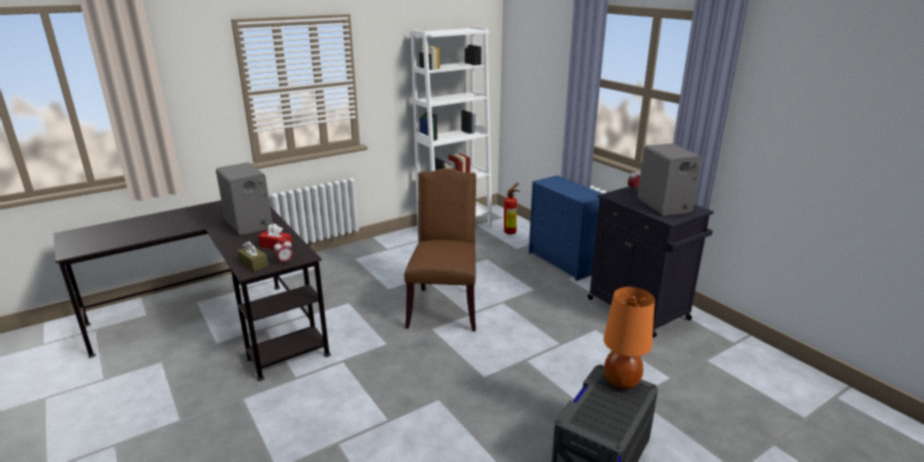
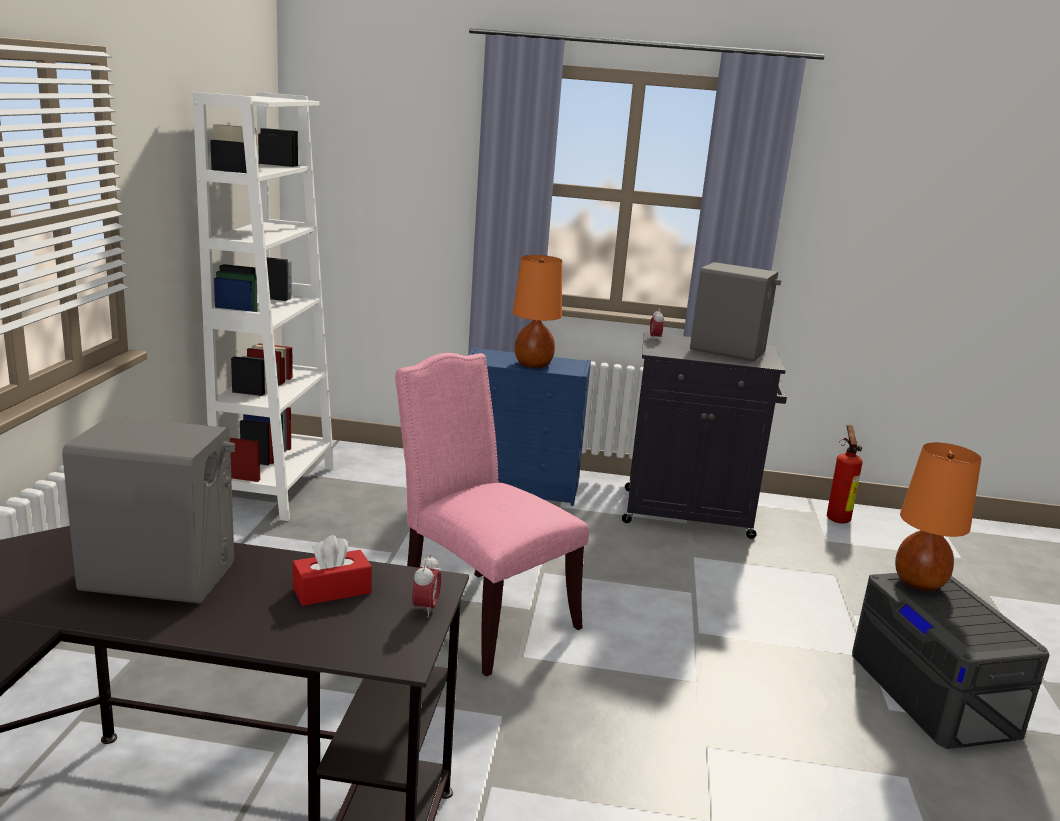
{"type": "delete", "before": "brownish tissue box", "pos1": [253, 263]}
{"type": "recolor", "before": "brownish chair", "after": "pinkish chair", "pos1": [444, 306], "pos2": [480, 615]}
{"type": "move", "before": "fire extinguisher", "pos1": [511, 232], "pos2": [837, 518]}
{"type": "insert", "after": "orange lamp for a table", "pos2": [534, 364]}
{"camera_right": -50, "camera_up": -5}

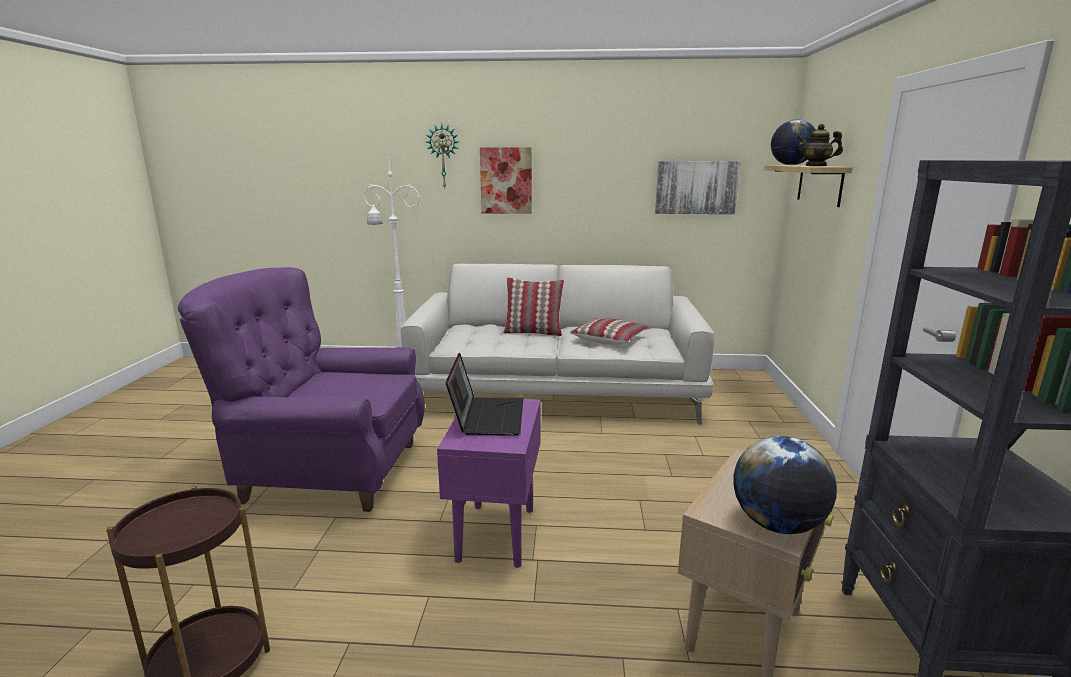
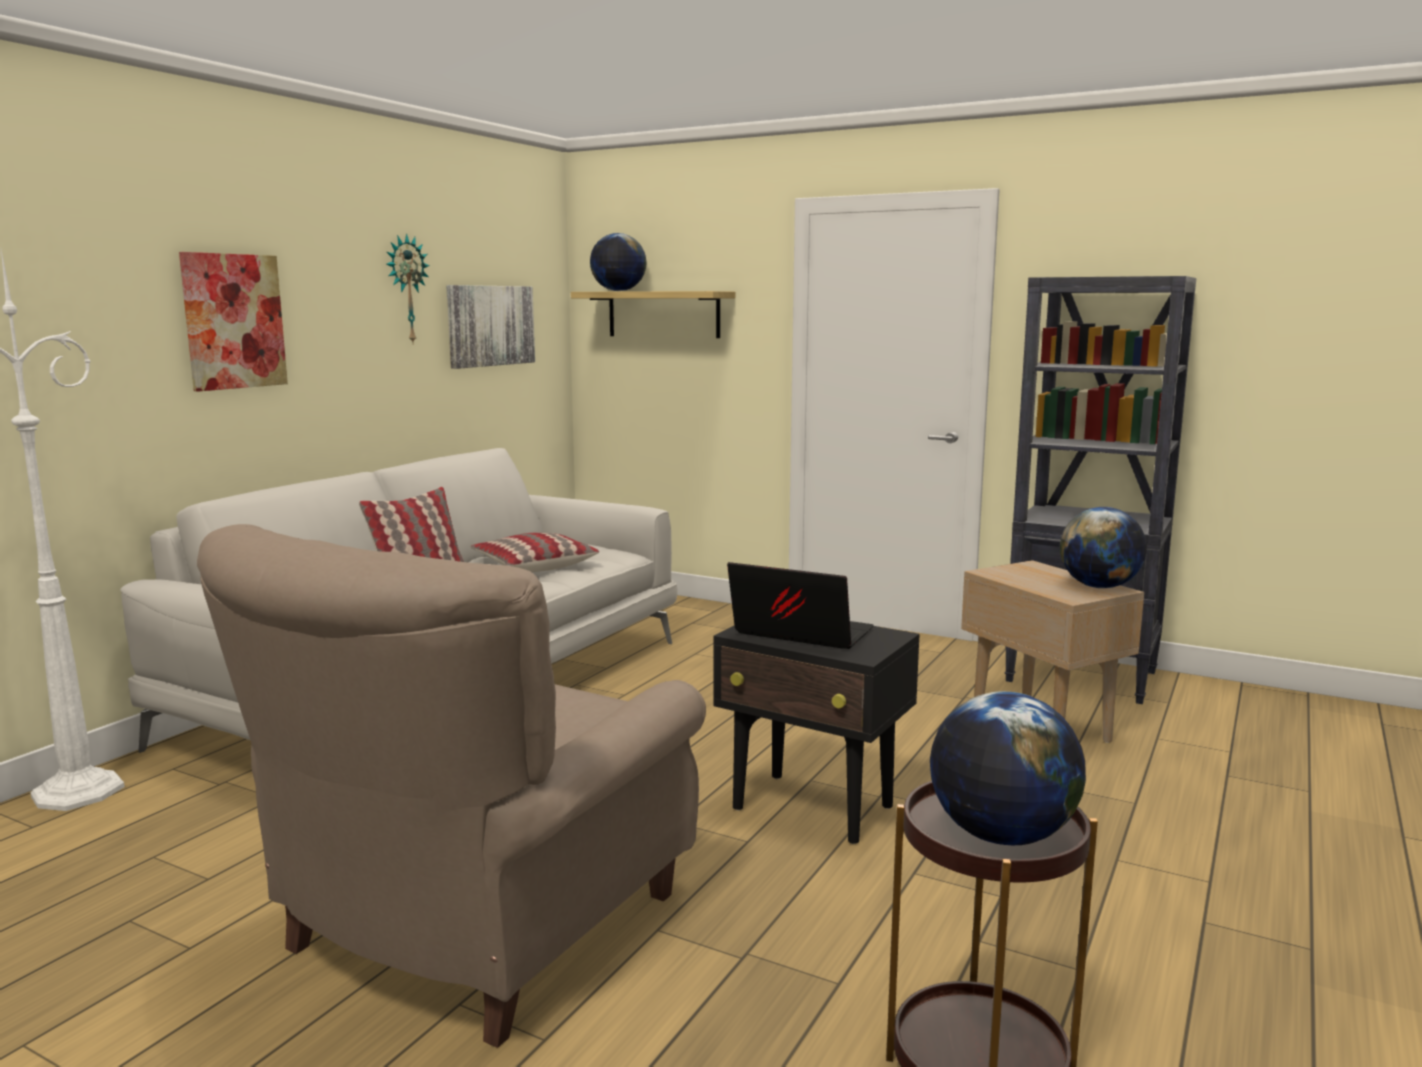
{"type": "recolor", "before": "purple-coloured armchair", "after": "beige armchair", "pos1": [325, 471], "pos2": [474, 929]}
{"type": "move", "before": "clock on the wall", "pos1": [443, 156], "pos2": [406, 289]}
{"type": "recolor", "before": "purple-coloured accent table", "after": "blackish accent table", "pos1": [495, 535], "pos2": [814, 808]}
{"type": "delete", "before": "pot for tea", "pos1": [816, 166]}
{"type": "insert", "after": "globe", "pos2": [1001, 835]}
{"camera_right": -65, "camera_up": -5}

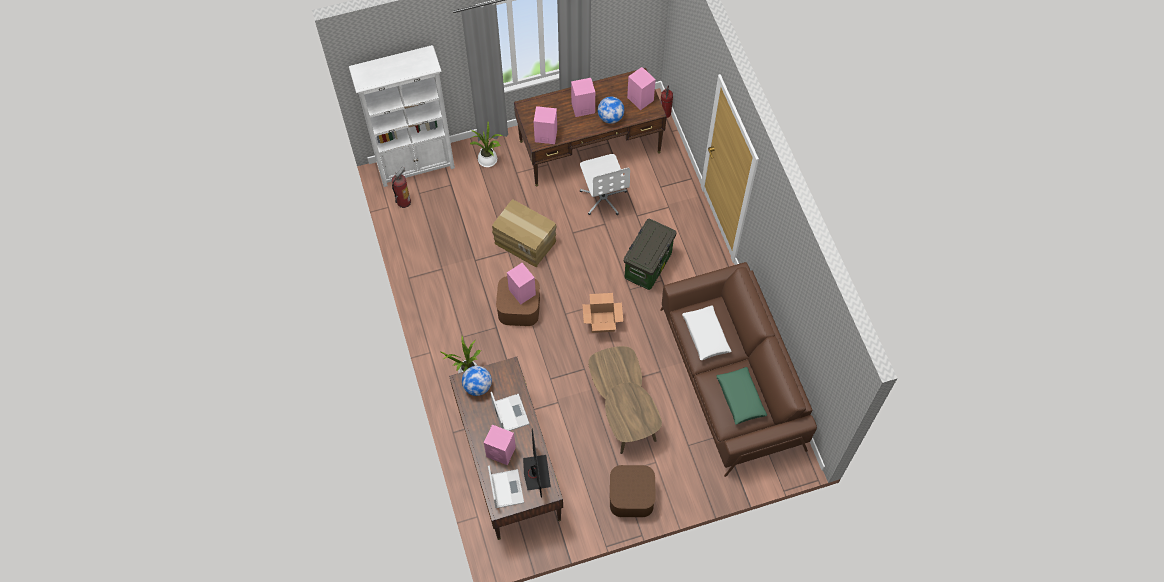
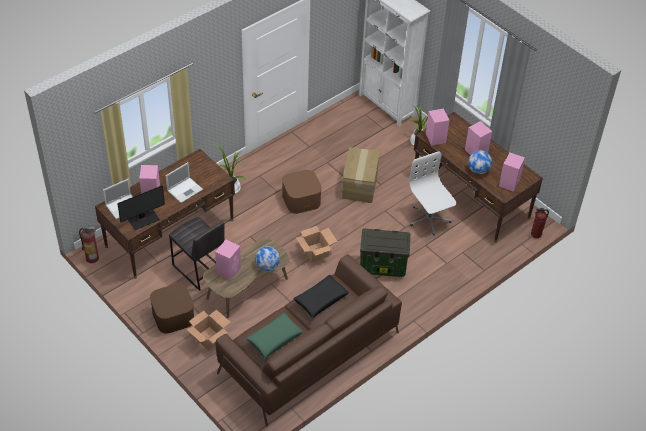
{"type": "move", "before": "fire extinguisher", "pos1": [403, 201], "pos2": [92, 258]}
{"type": "move", "before": "globe", "pos1": [477, 386], "pos2": [267, 266]}
{"type": "move", "before": "pinkish speaker", "pos1": [521, 291], "pos2": [229, 270]}
{"type": "rotate", "before": "whitish desk chair", "pos1": [603, 197], "pos2": [429, 219], "turn": 105}
{"type": "recolor", "before": "whitish pillow", "after": "blackish pillow", "pos1": [705, 335], "pos2": [321, 299]}
{"type": "insert", "after": "gray stool", "pos2": [199, 269]}
{"type": "insert", "after": "cardboard box", "pos2": [208, 338]}
{"camera_right": 65, "camera_up": -15}

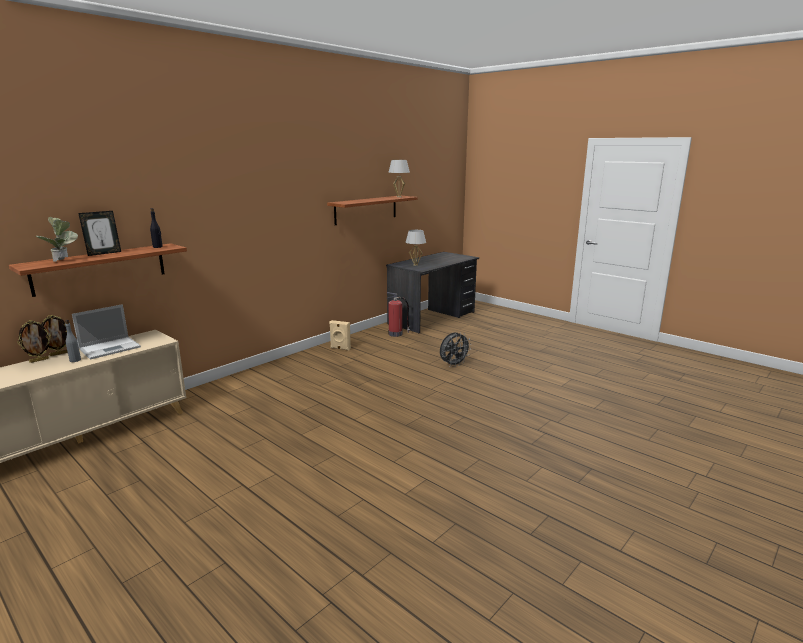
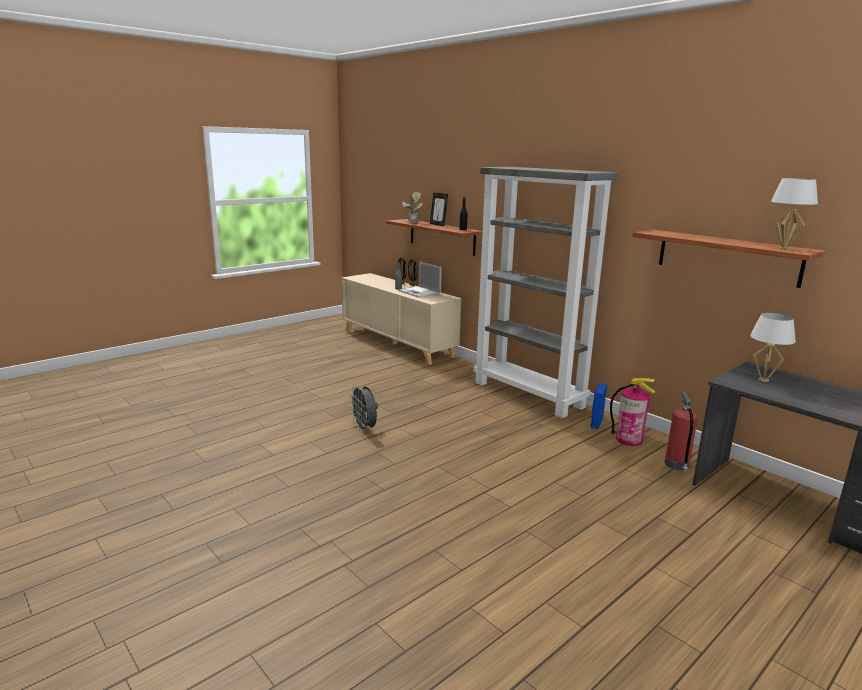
{"type": "recolor", "before": "beige speaker", "after": "blue-coloured speaker", "pos1": [340, 348], "pos2": [596, 423]}
{"type": "move", "before": "gray electric fan", "pos1": [453, 365], "pos2": [364, 428]}
{"type": "insert", "after": "gray bookcase", "pos2": [529, 394]}
{"type": "insert", "after": "fire extinguisher", "pos2": [629, 439]}
{"camera_right": 95, "camera_up": 0}

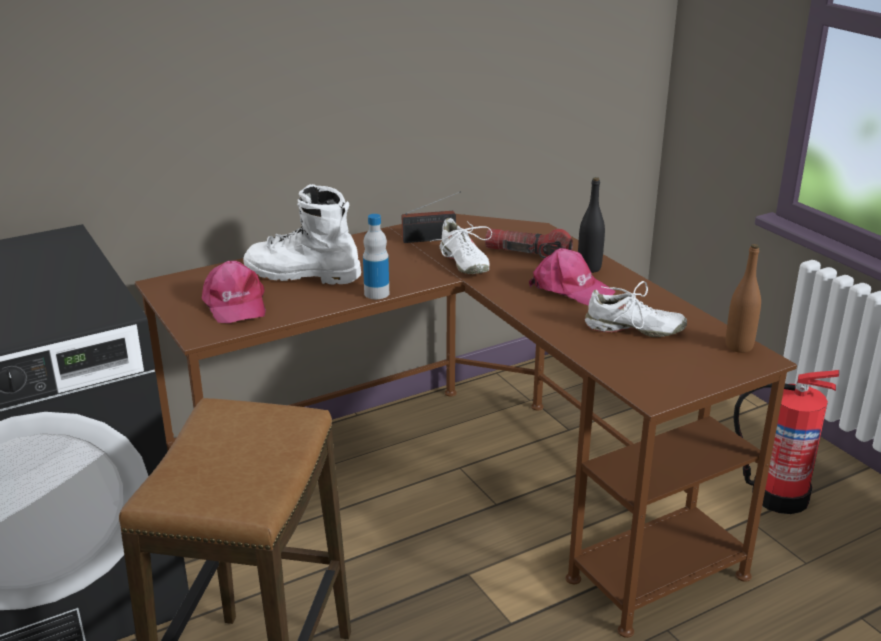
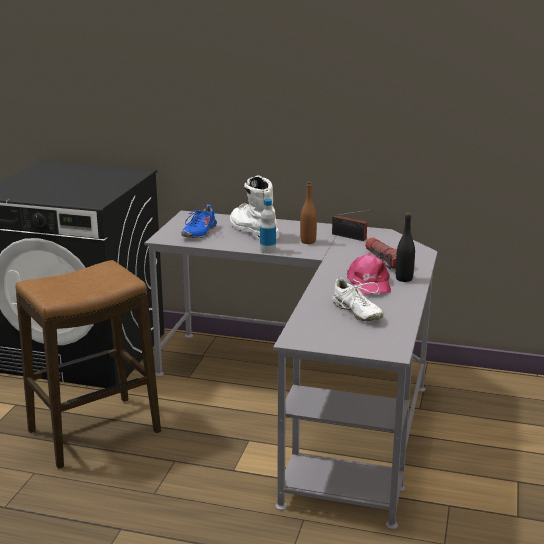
{"type": "recolor", "before": "brownish desk", "after": "gray desk", "pos1": [457, 483], "pos2": [310, 401]}
{"type": "replace", "before": "pinkish peaked cap", "after": "blue-coloured shoe", "pos1": [234, 304], "pos2": [199, 232]}
{"type": "delete", "before": "whitish shoe", "pos1": [463, 263]}
{"type": "move", "before": "brownish drink bottle", "pos1": [739, 346], "pos2": [308, 241]}
{"type": "delete", "before": "fire extinguisher", "pos1": [777, 495]}
{"camera_right": 45, "camera_up": -5}

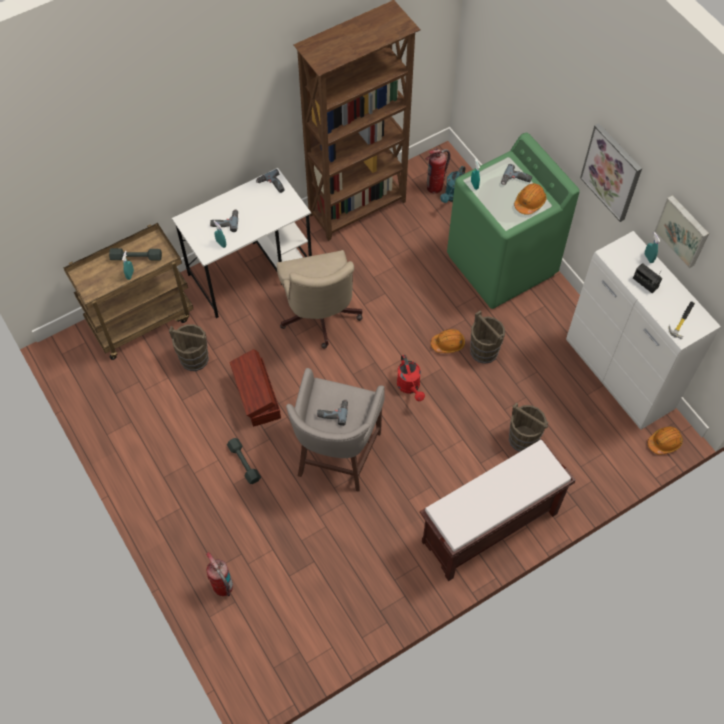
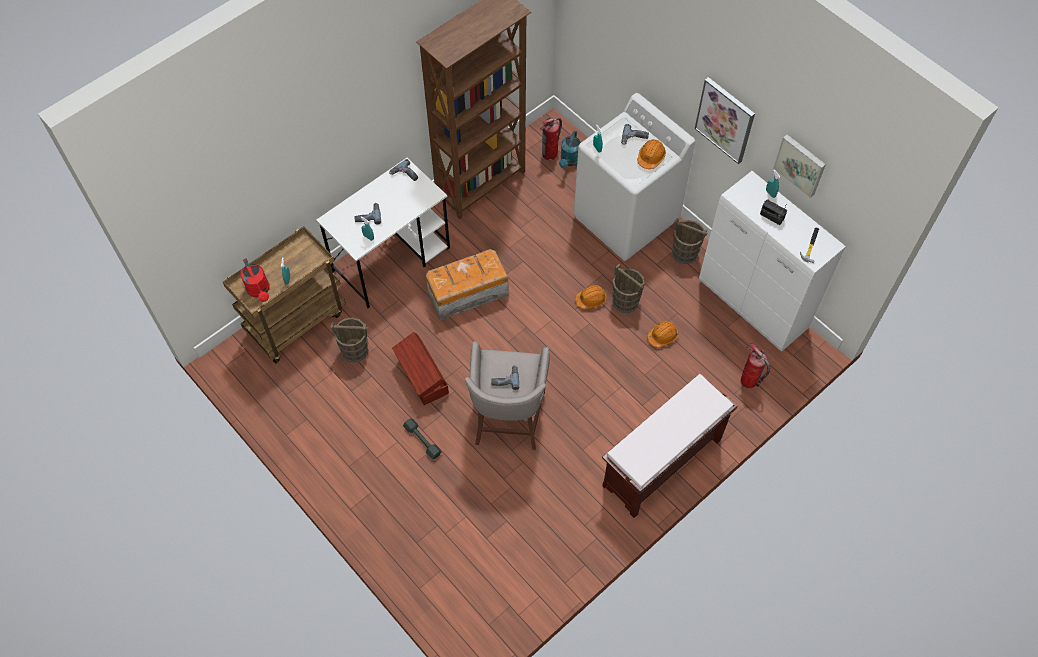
{"type": "delete", "before": "gray dumbbell", "pos1": [136, 257]}
{"type": "move", "before": "fire extinguisher", "pos1": [223, 587], "pos2": [748, 381]}
{"type": "replace", "before": "beige desk chair", "after": "storage container", "pos1": [320, 318], "pos2": [466, 293]}
{"type": "move", "before": "reddish sprinkling can", "pos1": [410, 387], "pos2": [259, 291]}
{"type": "recolor", "before": "green-coloured washing machine", "after": "whitish washing machine", "pos1": [501, 265], "pos2": [626, 218]}
{"type": "move", "before": "brownish bucket", "pos1": [523, 439], "pos2": [685, 253]}
{"type": "move", "before": "orange hard hat", "pos1": [664, 442], "pos2": [662, 336]}
{"camera_right": -10, "camera_up": 0}

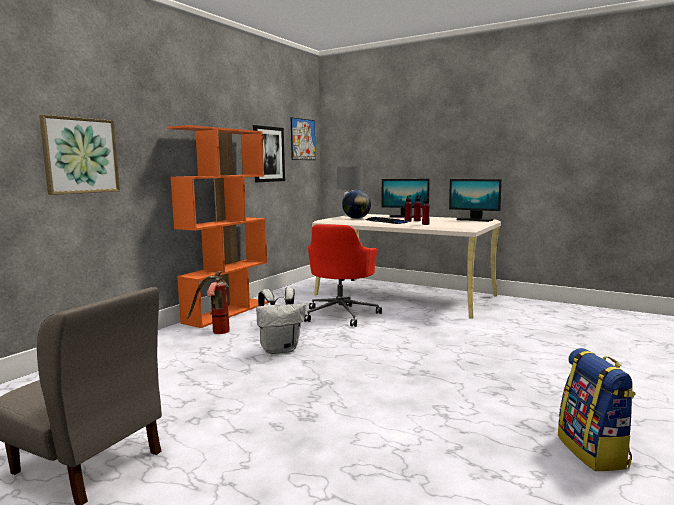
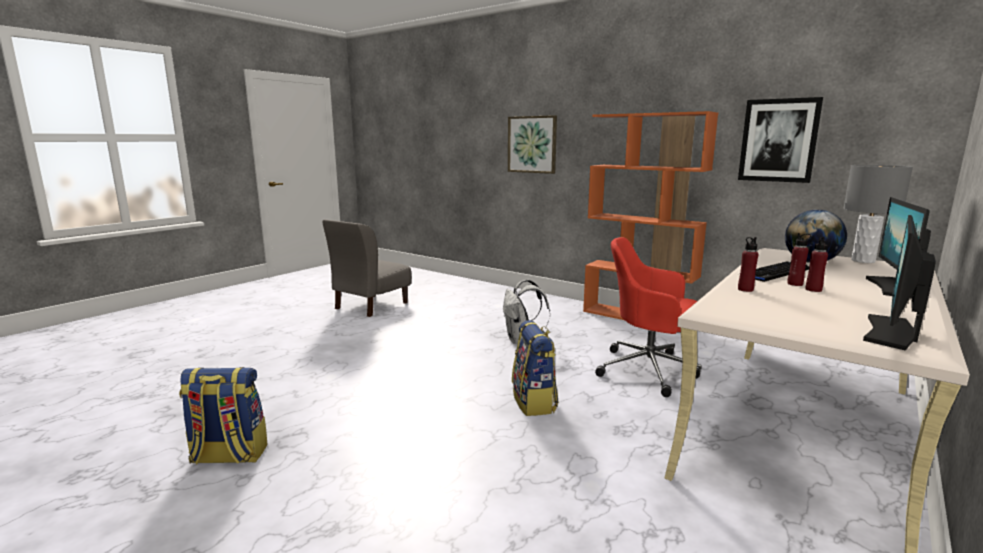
{"type": "delete", "before": "fire extinguisher", "pos1": [214, 332]}
{"type": "delete", "before": "picture", "pos1": [303, 139]}
{"type": "insert", "after": "rucksack", "pos2": [534, 402]}
{"camera_right": 95, "camera_up": 5}

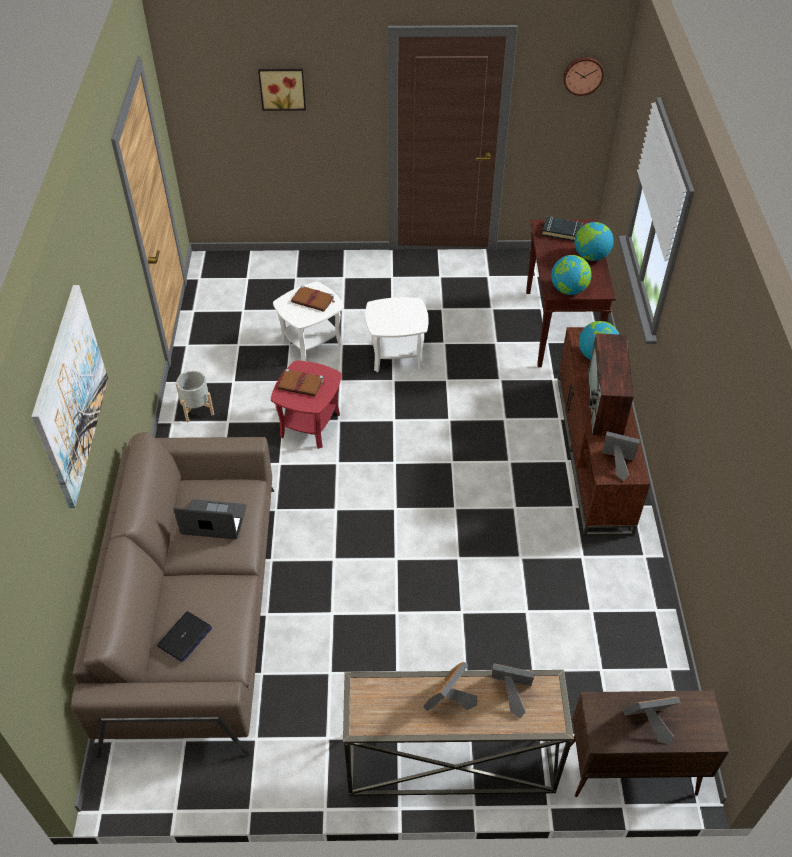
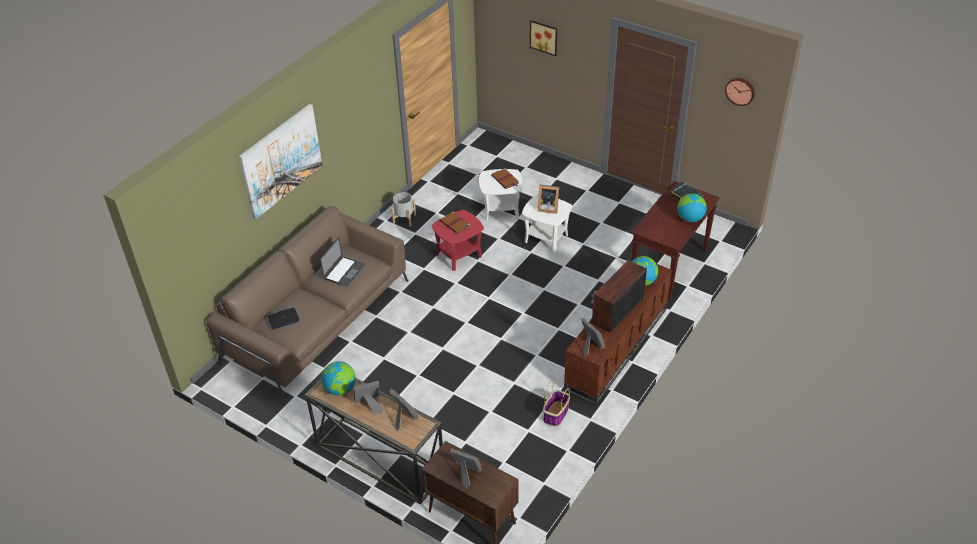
{"type": "rotate", "before": "notebook computer", "pos1": [213, 520], "pos2": [344, 271], "turn": 75}
{"type": "move", "before": "globe", "pos1": [568, 290], "pos2": [340, 389]}
{"type": "insert", "after": "standing frame", "pos2": [547, 207]}
{"type": "insert", "after": "storage basket", "pos2": [556, 414]}
{"camera_right": 35, "camera_up": -5}

